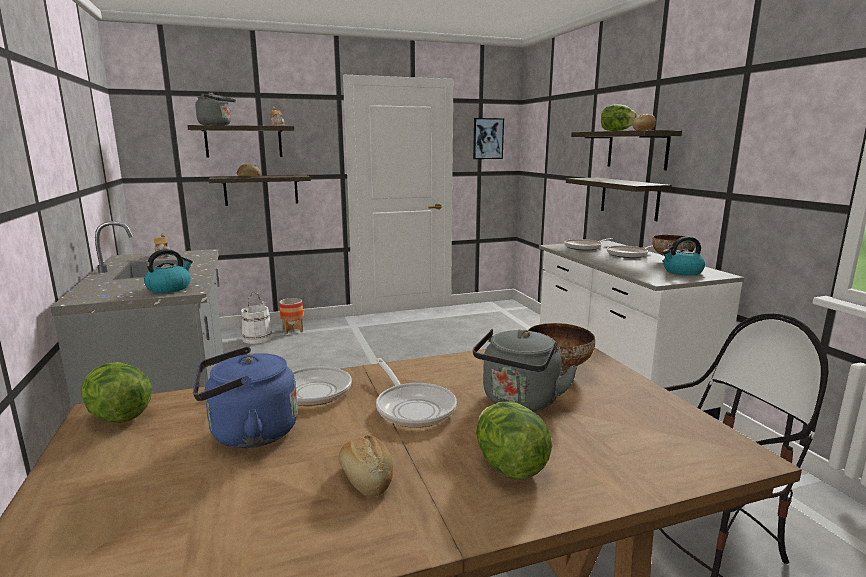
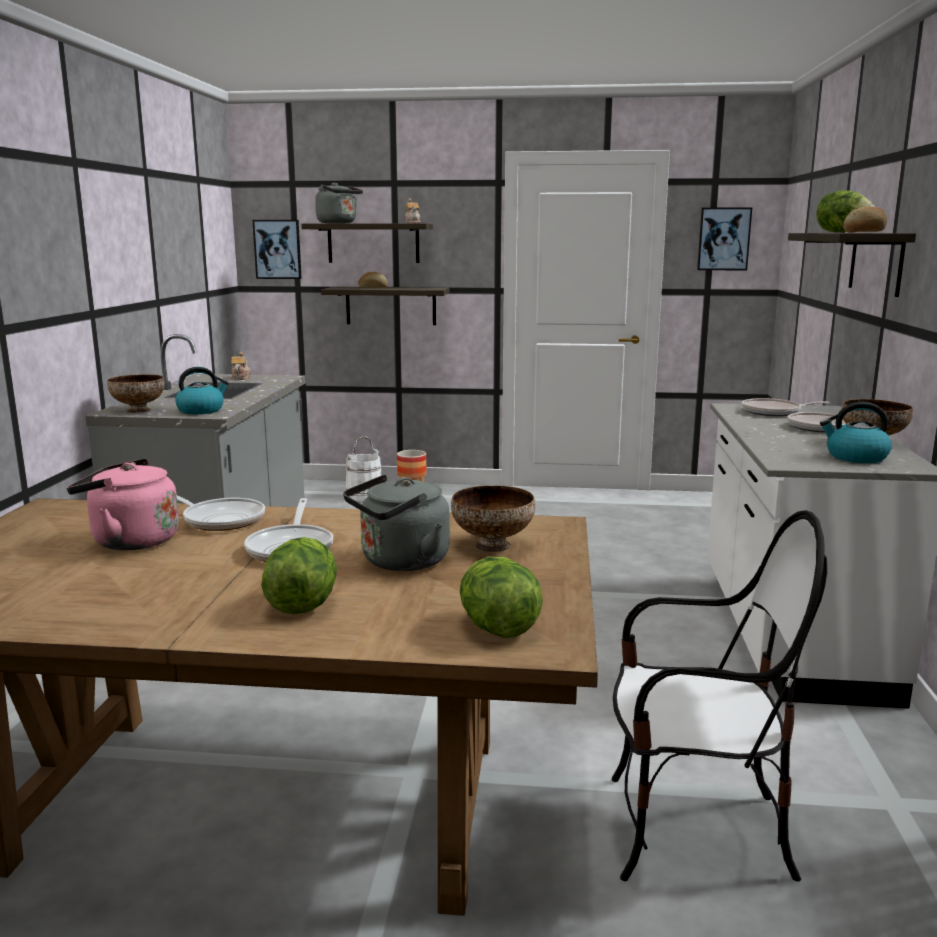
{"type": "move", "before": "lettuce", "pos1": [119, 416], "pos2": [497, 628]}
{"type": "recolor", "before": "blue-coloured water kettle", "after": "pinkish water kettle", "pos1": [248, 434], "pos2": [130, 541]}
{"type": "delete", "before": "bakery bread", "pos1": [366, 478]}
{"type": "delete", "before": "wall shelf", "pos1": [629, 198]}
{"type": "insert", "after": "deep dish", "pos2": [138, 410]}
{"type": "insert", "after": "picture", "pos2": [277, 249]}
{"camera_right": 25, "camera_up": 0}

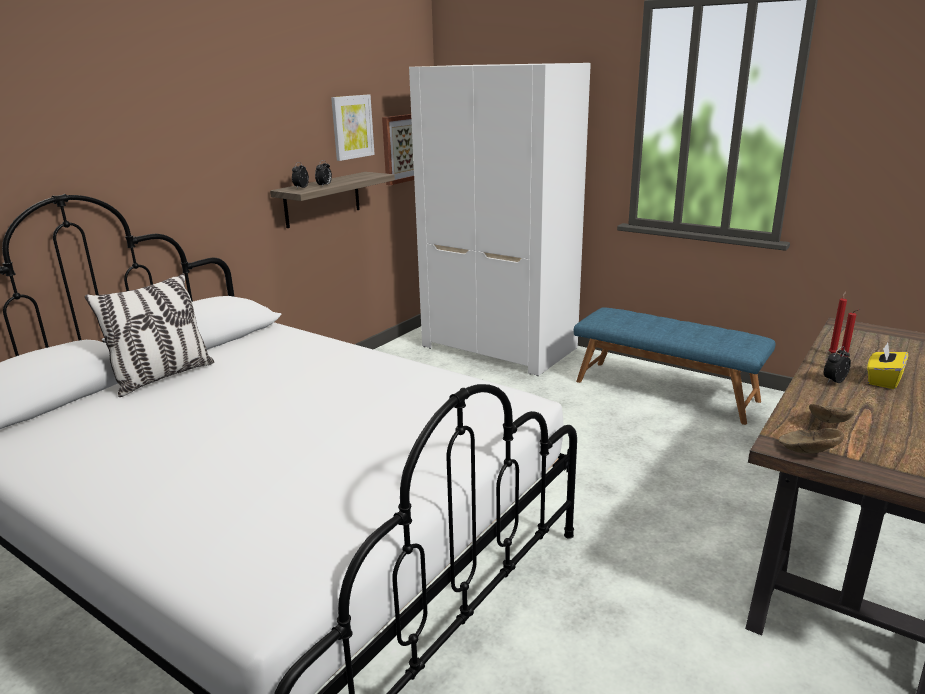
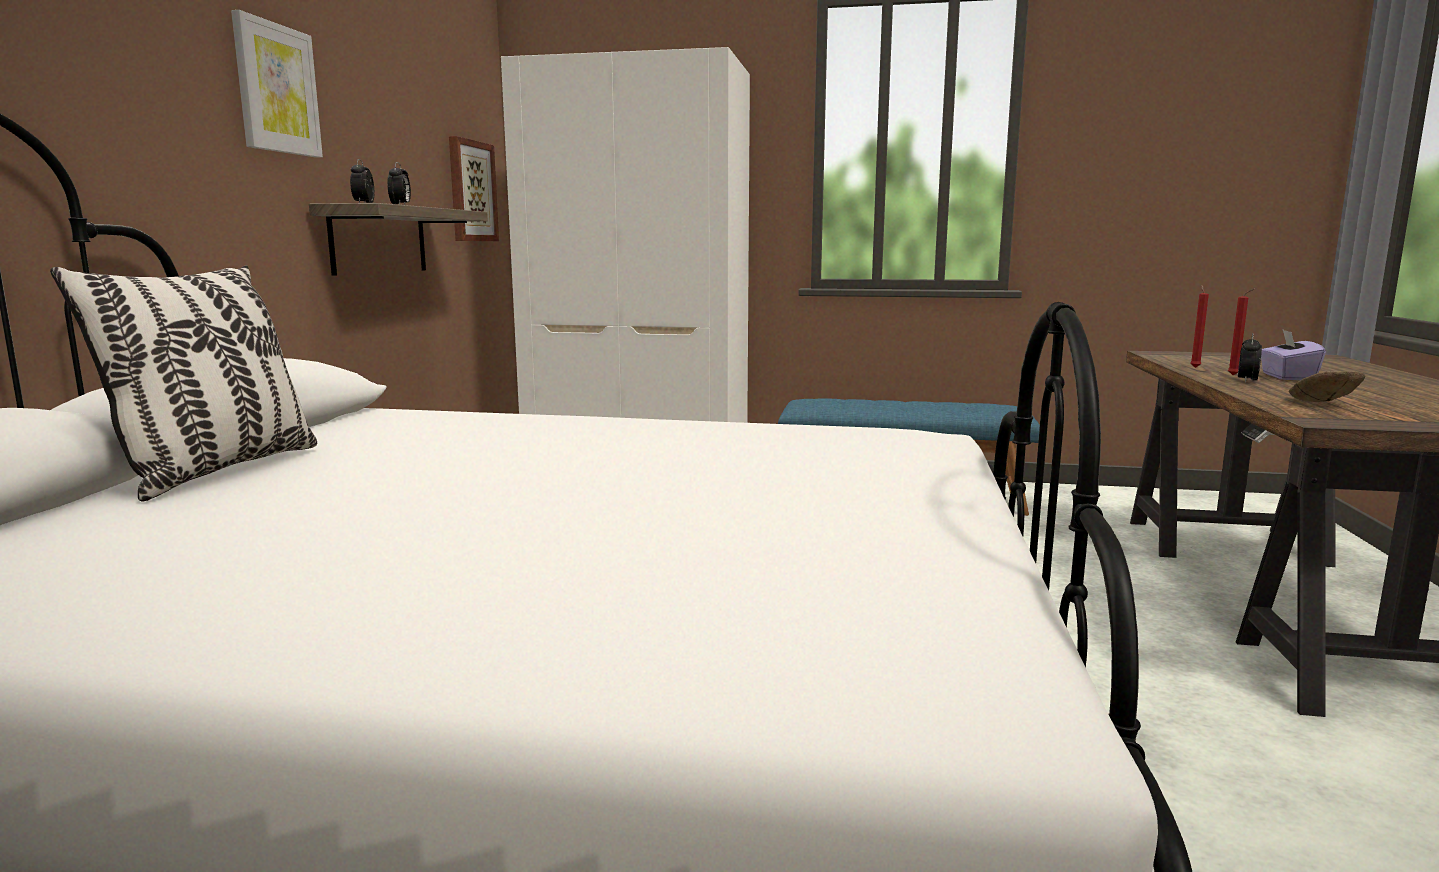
{"type": "move", "before": "picture", "pos1": [352, 127], "pos2": [276, 89]}
{"type": "delete", "before": "brownish deep dish", "pos1": [807, 451]}
{"type": "recolor", "before": "yellow-coloured tissue box", "after": "purple-coloured tissue box", "pos1": [883, 380], "pos2": [1287, 377]}
{"camera_right": -25, "camera_up": -10}

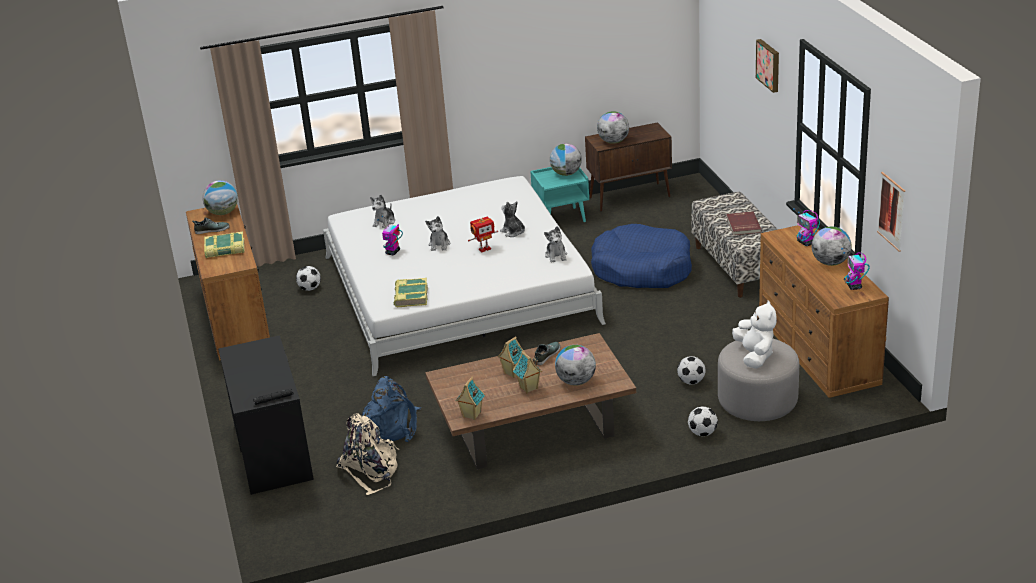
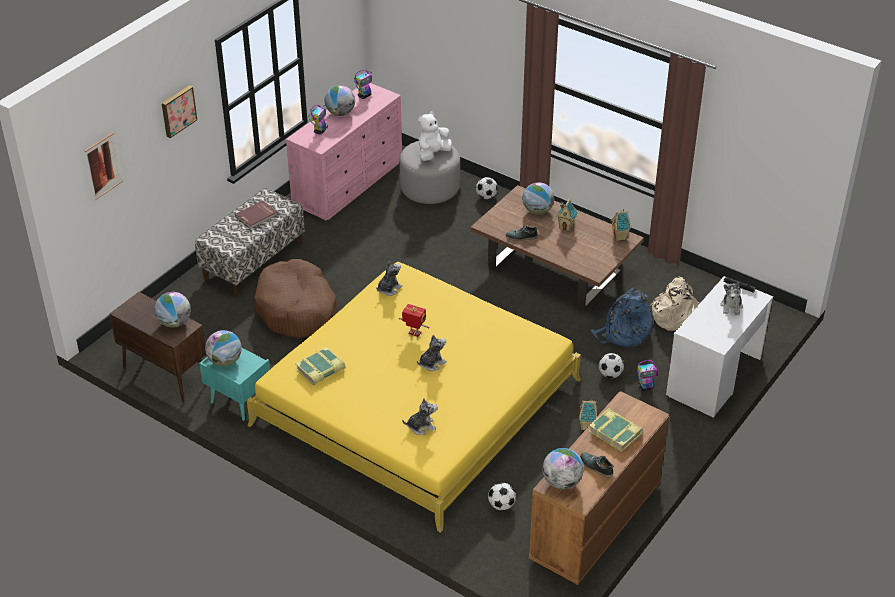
{"type": "recolor", "before": "blackish desk", "after": "whitish desk", "pos1": [272, 452], "pos2": [714, 376]}
{"type": "recolor", "before": "whitish bedroom bed", "after": "yellow-coloured bedroom bed", "pos1": [458, 289], "pos2": [417, 402]}
{"type": "move", "before": "model robot", "pos1": [392, 252], "pos2": [645, 387]}
{"type": "move", "before": "book", "pos1": [410, 296], "pos2": [320, 369]}
{"type": "move", "before": "toy house", "pos1": [512, 373], "pos2": [587, 426]}
{"type": "move", "before": "cuddly toy", "pos1": [513, 232], "pos2": [731, 306]}
{"type": "recolor", "before": "blue-coloured pet bed", "after": "brownish pet bed", "pos1": [642, 269], "pos2": [297, 309]}
{"type": "move", "before": "football ball", "pos1": [691, 381], "pos2": [610, 374]}
{"type": "recolor", "before": "brownish chest of drawers", "after": "pinkish chest of drawers", "pos1": [818, 353], "pos2": [348, 183]}
{"type": "move", "before": "picture", "pos1": [891, 211], "pos2": [103, 166]}
{"camera_right": -130, "camera_up": 10}

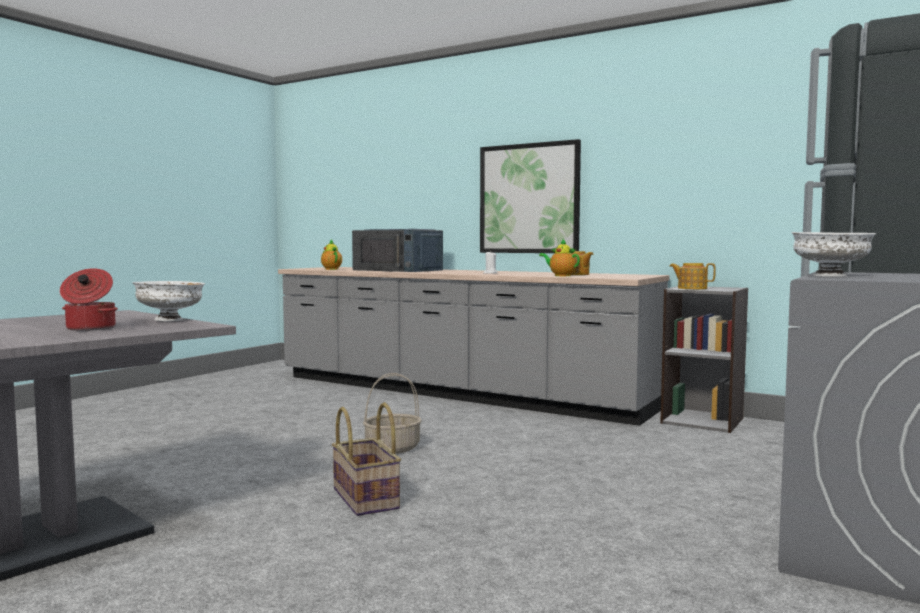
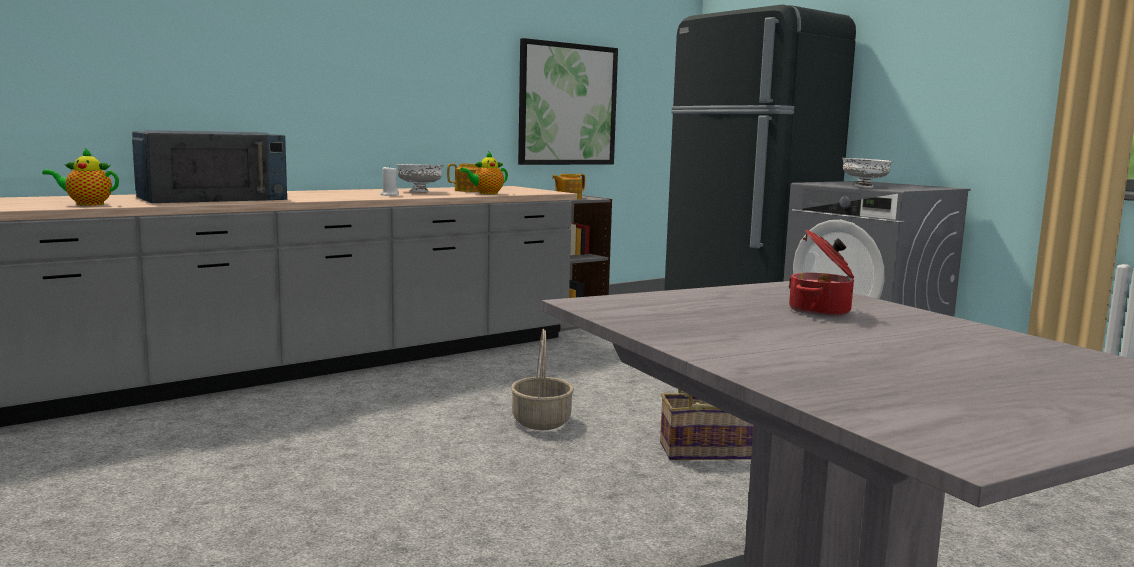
{"type": "move", "before": "whitish deep dish", "pos1": [170, 320], "pos2": [419, 191]}
{"type": "move", "before": "picture", "pos1": [529, 198], "pos2": [567, 104]}
{"camera_right": -70, "camera_up": 5}

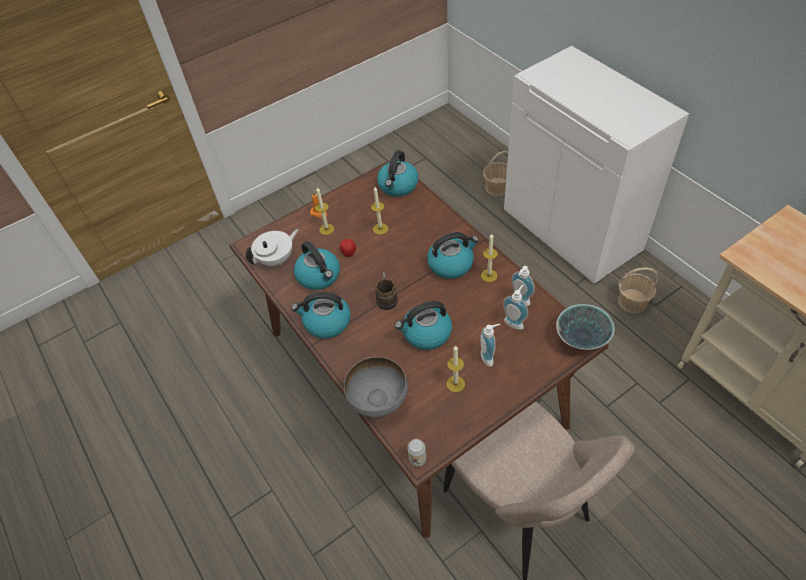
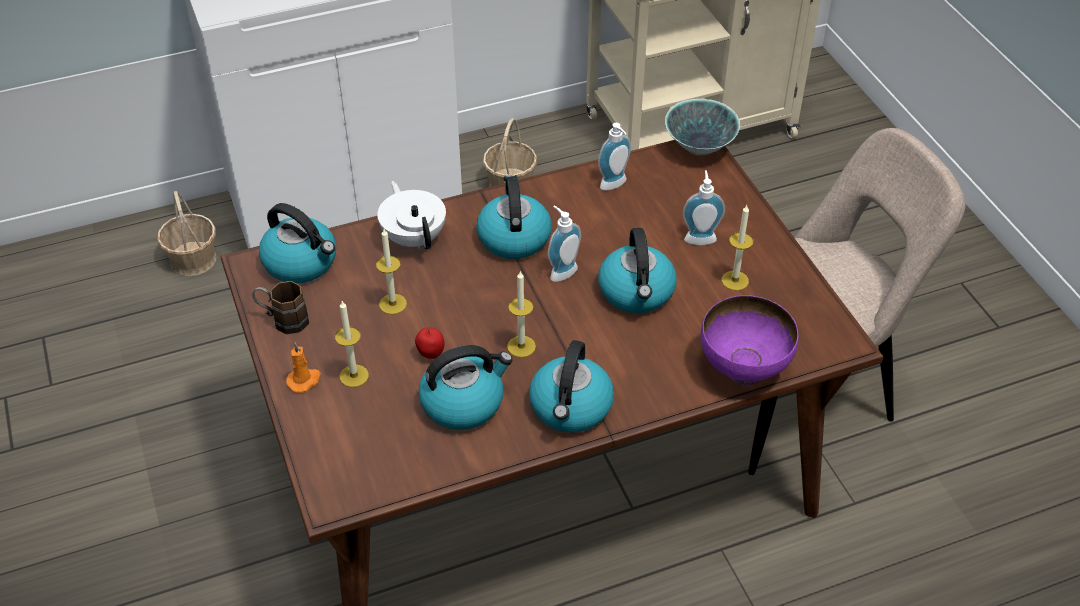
{"type": "move", "before": "whitish pot for tea", "pos1": [277, 259], "pos2": [414, 237]}
{"type": "recolor", "before": "gray deep dish", "after": "purple-coloured deep dish", "pos1": [379, 402], "pos2": [743, 368]}
{"type": "move", "before": "brownish tea mug", "pos1": [386, 297], "pos2": [283, 320]}
{"type": "delete", "before": "metal can", "pos1": [417, 459]}
{"type": "move", "before": "candle", "pos1": [489, 275], "pos2": [521, 346]}
{"type": "move", "before": "liquid soap bottle", "pos1": [515, 322], "pos2": [561, 271]}
{"camera_right": -80, "camera_up": -5}

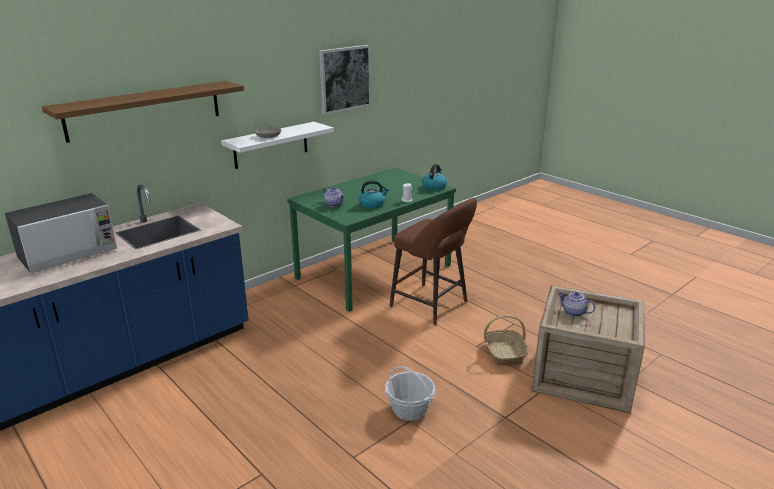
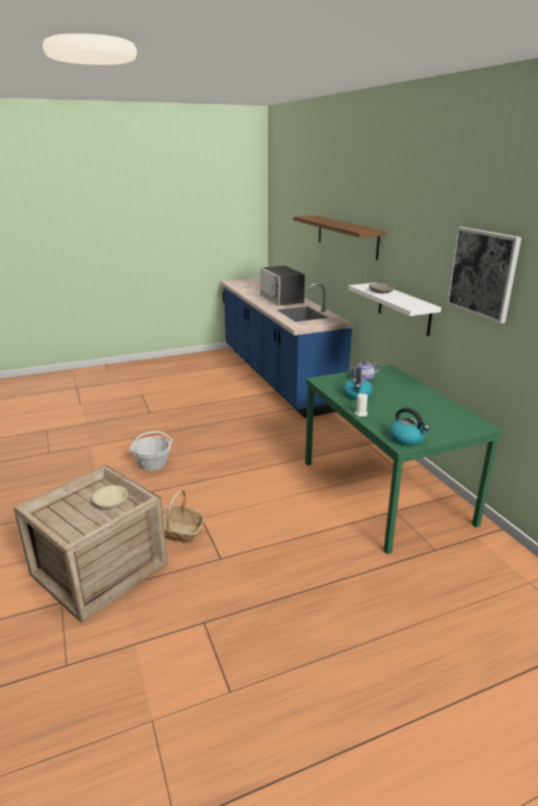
{"type": "delete", "before": "brownish stool", "pos1": [432, 305]}
{"type": "replace", "before": "pot for tea", "after": "beige deep dish", "pos1": [573, 312], "pos2": [110, 501]}
{"camera_right": 110, "camera_up": 0}

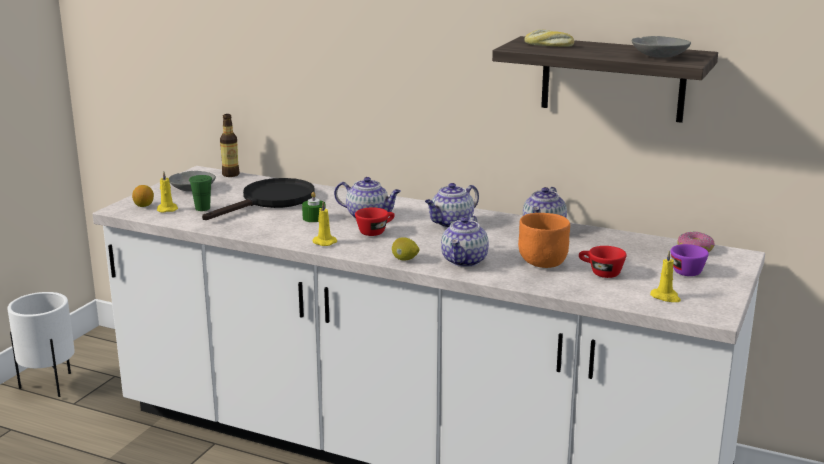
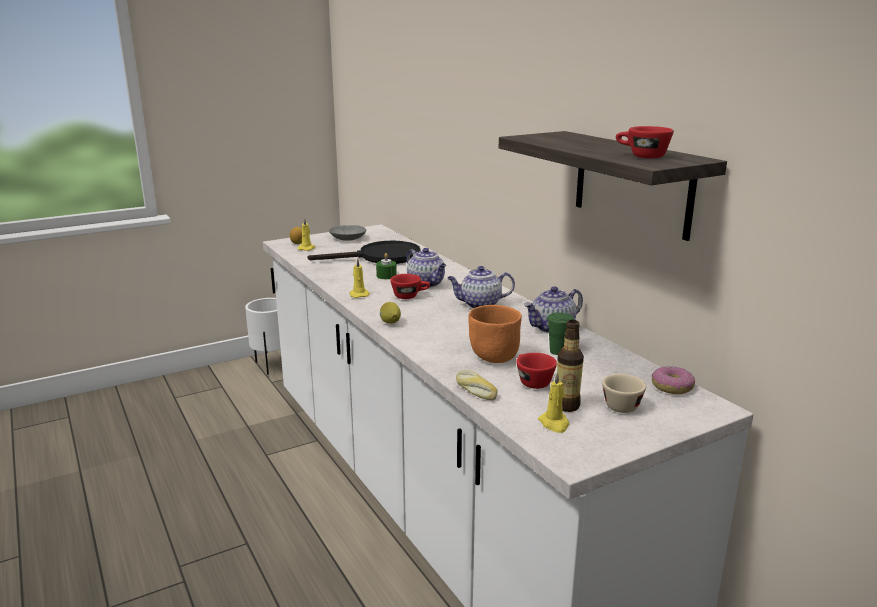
{"type": "move", "before": "green-coloured small cup", "pos1": [202, 208], "pos2": [558, 351]}
{"type": "move", "before": "drink bottle", "pos1": [231, 174], "pos2": [567, 406]}
{"type": "delete", "before": "pot for tea", "pos1": [465, 261]}
{"type": "move", "before": "bakery bread", "pos1": [548, 45], "pos2": [474, 391]}
{"type": "replace", "before": "gray deep dish", "after": "reddish small cup", "pos1": [659, 56], "pos2": [641, 156]}
{"type": "recolor", "before": "purple-coloured small cup", "after": "beige small cup", "pos1": [684, 270], "pos2": [622, 404]}
{"camera_right": 35, "camera_up": 0}

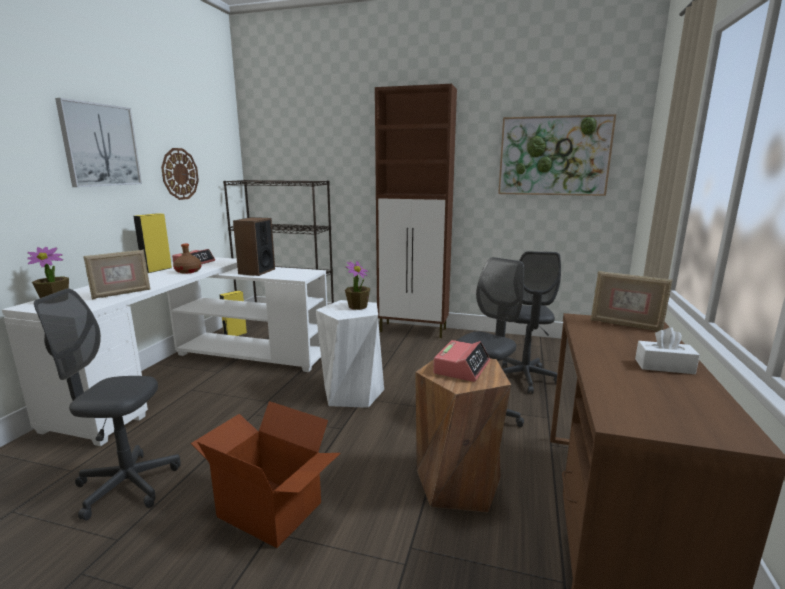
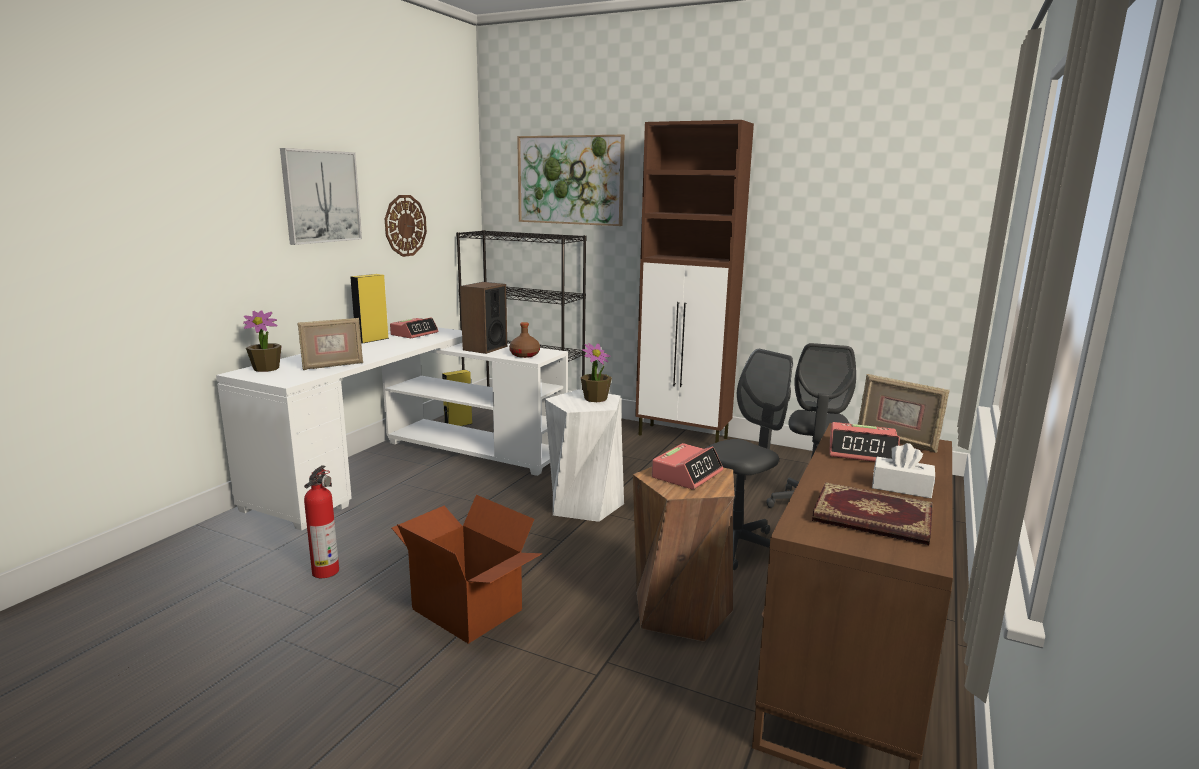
{"type": "replace", "before": "gray desk chair", "after": "fire extinguisher", "pos1": [127, 485], "pos2": [326, 570]}
{"type": "move", "before": "brownish drink bottle", "pos1": [188, 271], "pos2": [525, 355]}
{"type": "move", "before": "picture", "pos1": [553, 156], "pos2": [570, 180]}
{"type": "insert", "after": "book", "pos2": [871, 519]}
{"type": "insert", "after": "bedside clock", "pos2": [862, 452]}
{"camera_right": 10, "camera_up": 0}

